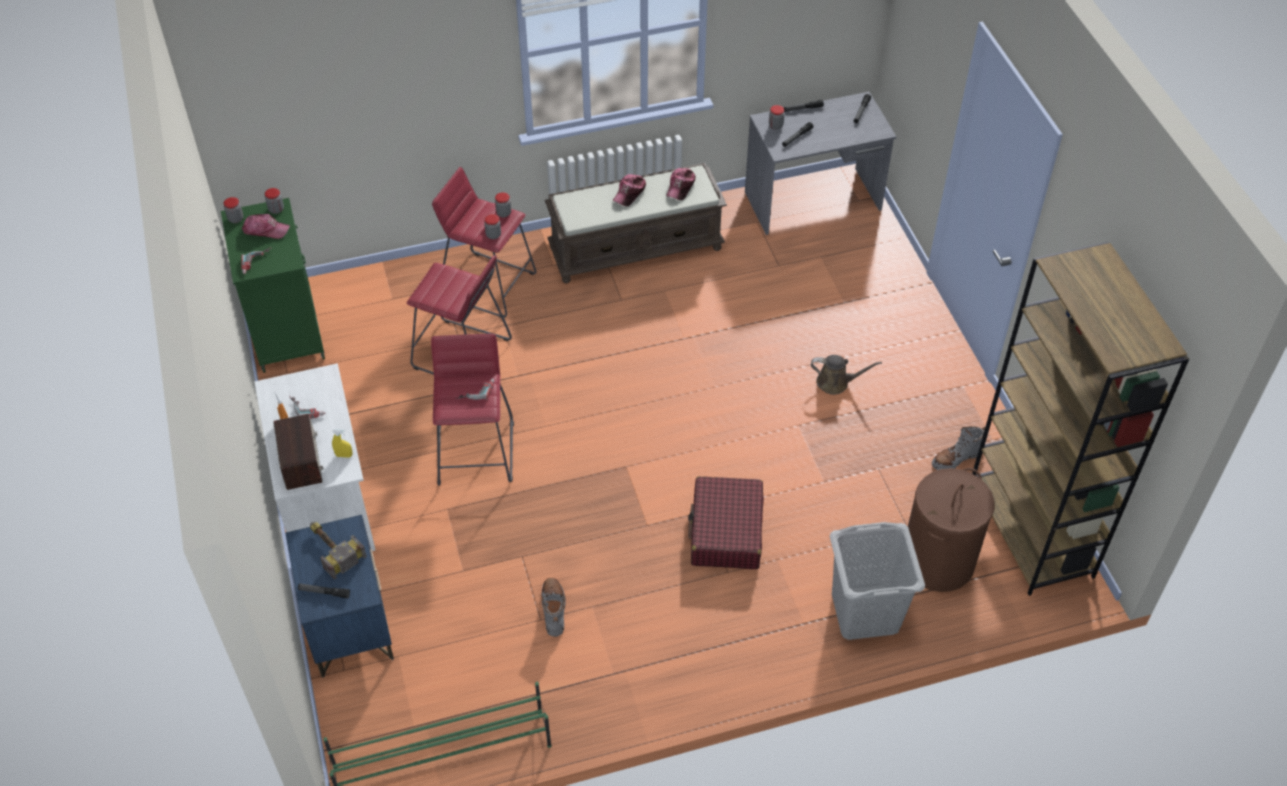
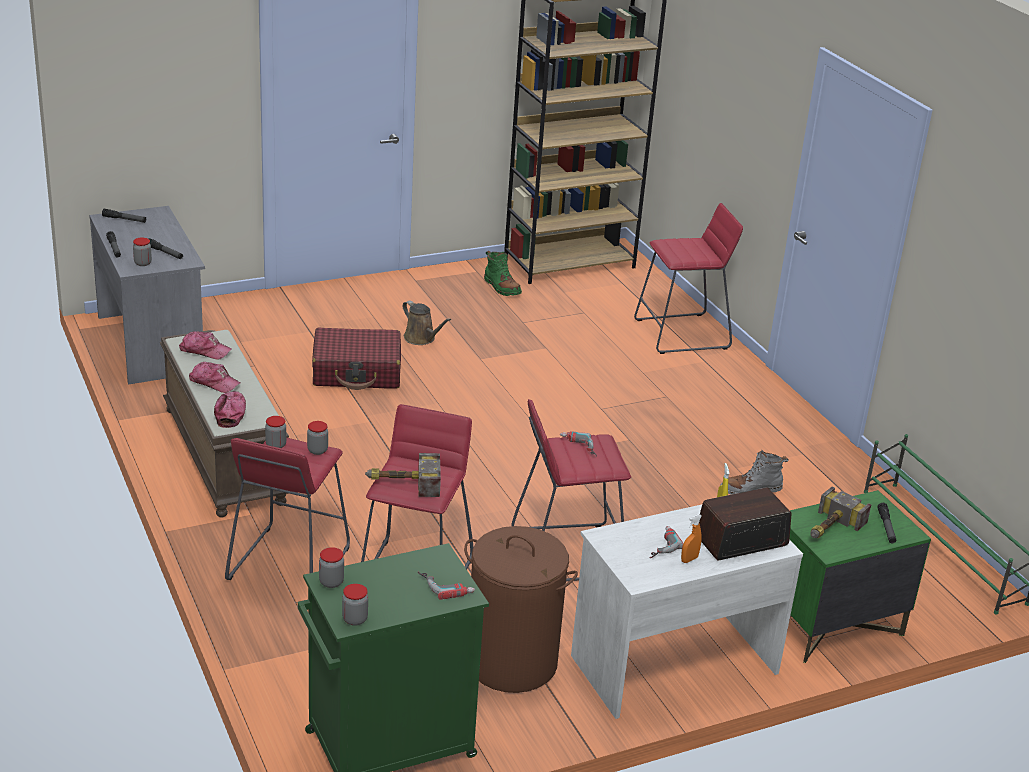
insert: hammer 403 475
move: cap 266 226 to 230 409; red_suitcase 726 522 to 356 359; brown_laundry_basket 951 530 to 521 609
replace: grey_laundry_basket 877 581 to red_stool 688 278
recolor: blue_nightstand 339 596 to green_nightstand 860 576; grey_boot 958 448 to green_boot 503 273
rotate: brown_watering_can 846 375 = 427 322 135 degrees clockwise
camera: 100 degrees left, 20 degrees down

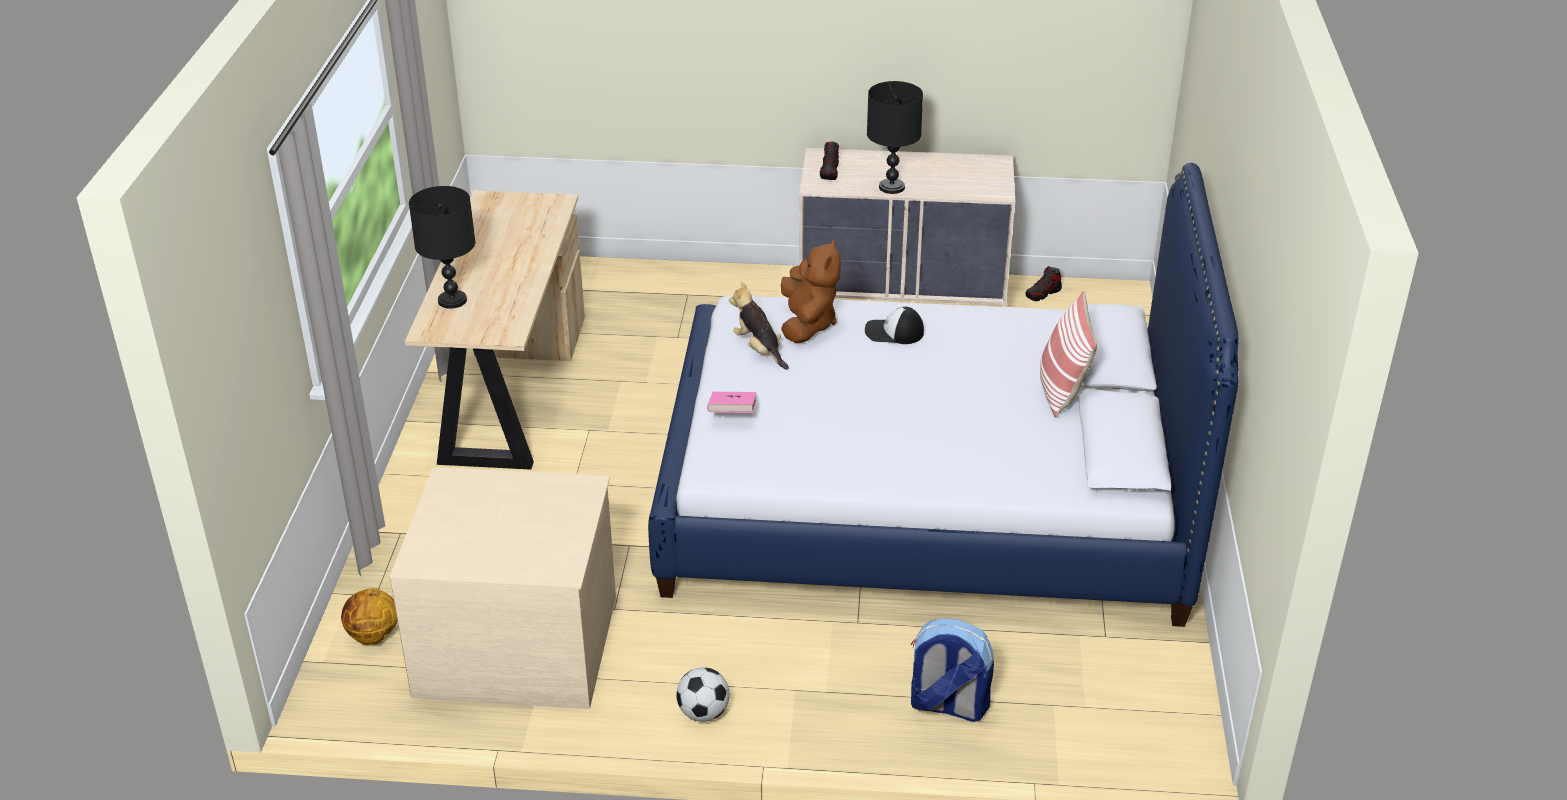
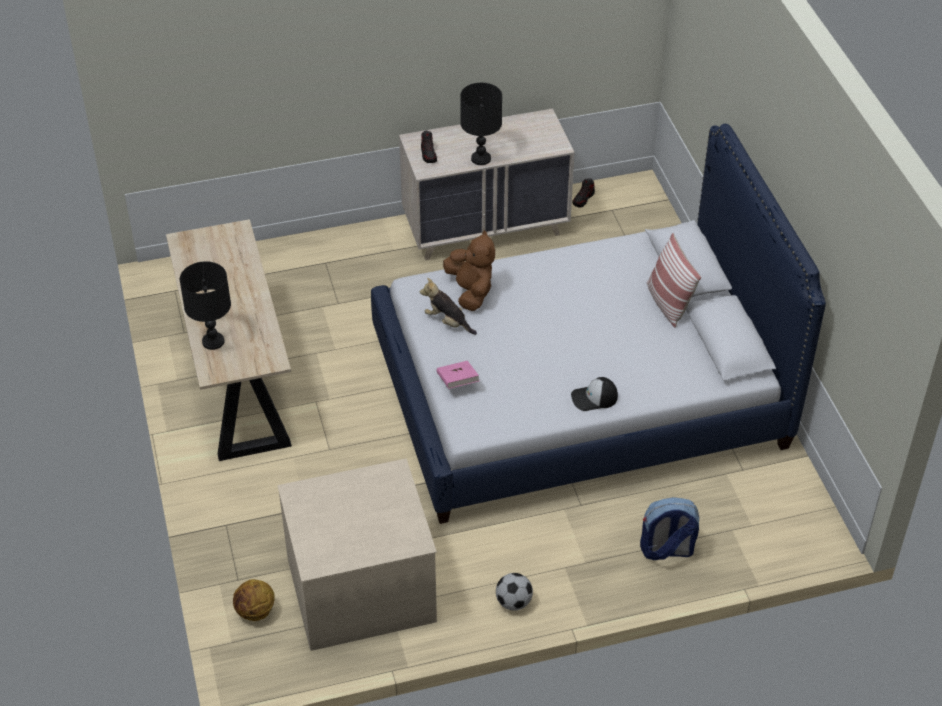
move: cap 894 325 to 594 394
camera: 20 degrees left, 10 degrees up

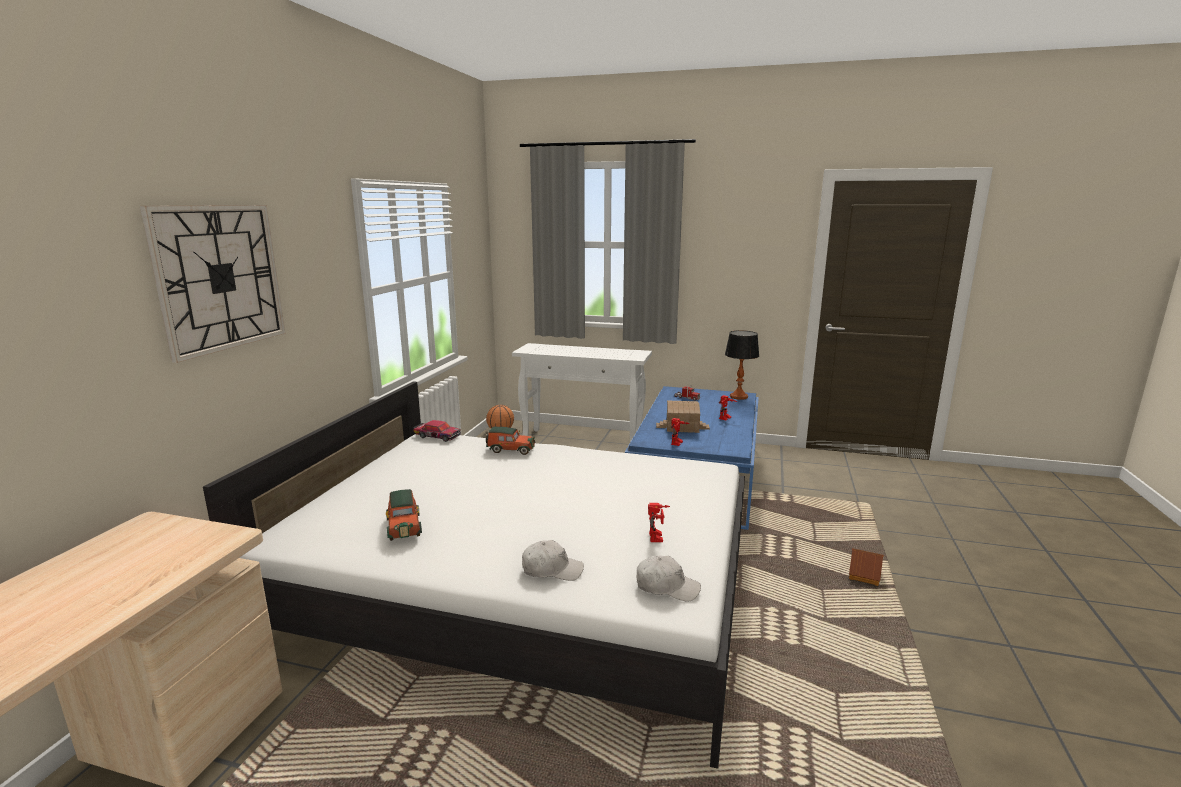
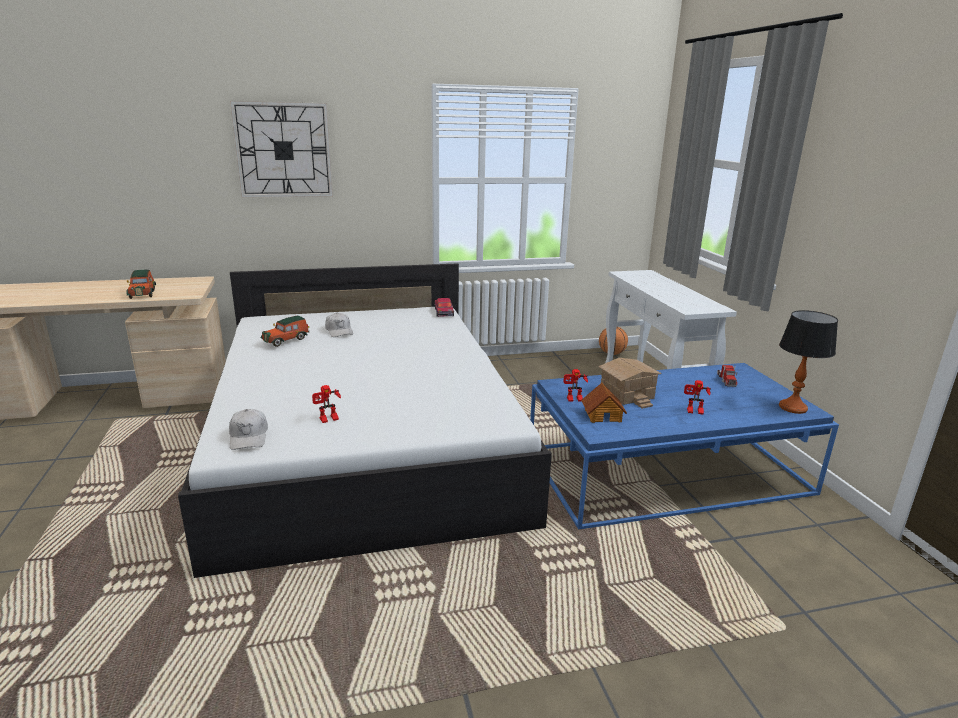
move: toy_car 510 440 to 141 284; white_cap 553 560 to 339 324; toy_house 866 567 to 604 402
camera: 60 degrees right, 5 degrees up

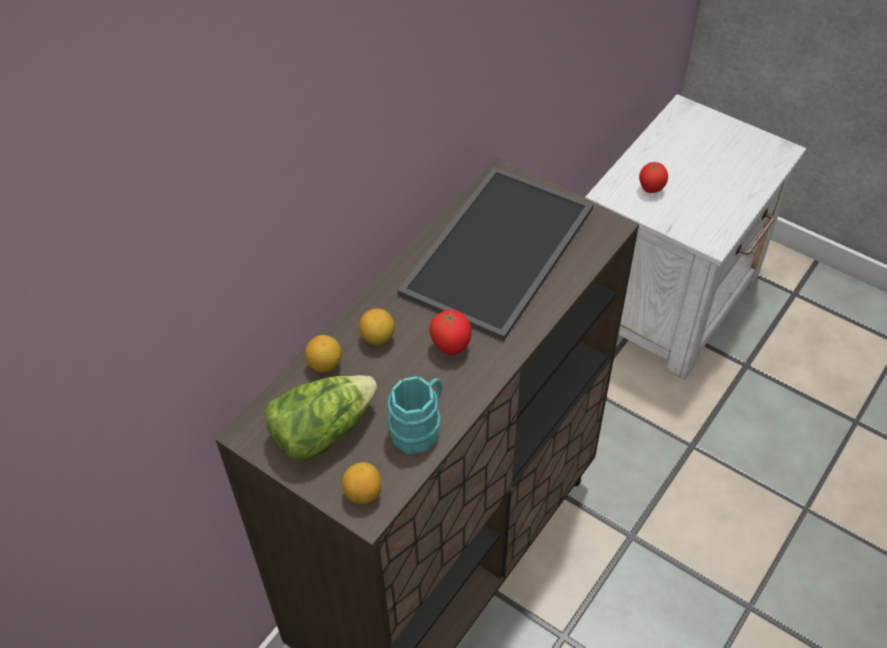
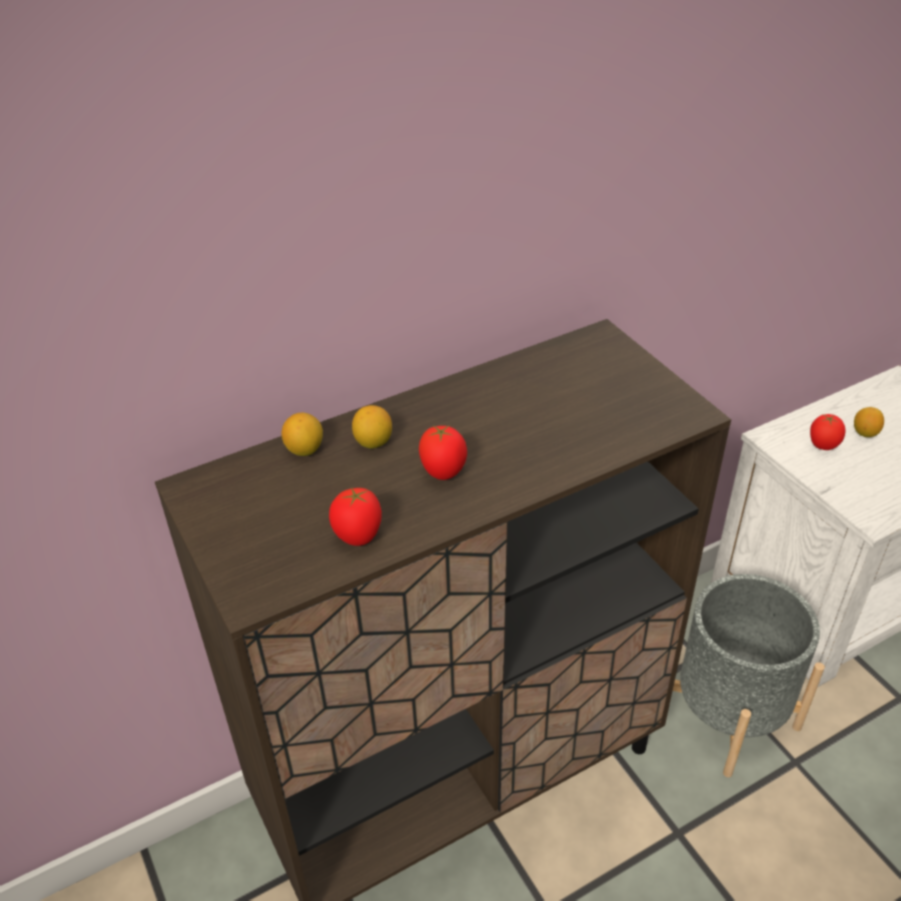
delete: lettuce 321 418; tray 495 254
insert: grey_planter 749 675
move: lemon 362 483 to 869 422
replace: turquoise_mug 414 415 to tomato 355 517
camera: 25 degrees right, 10 degrees down

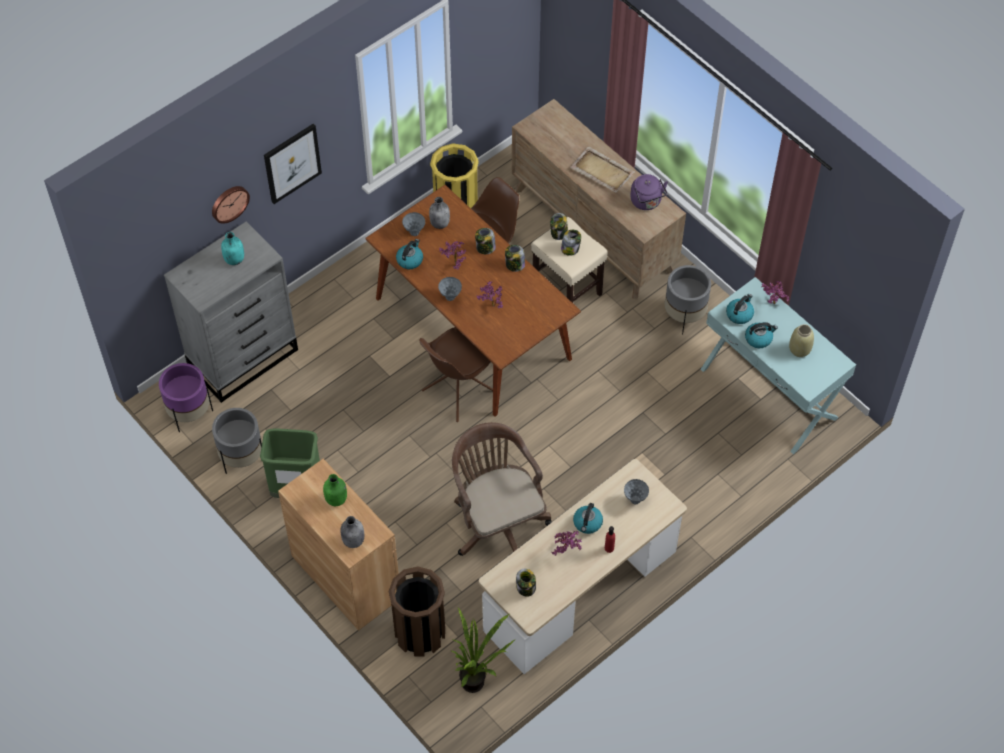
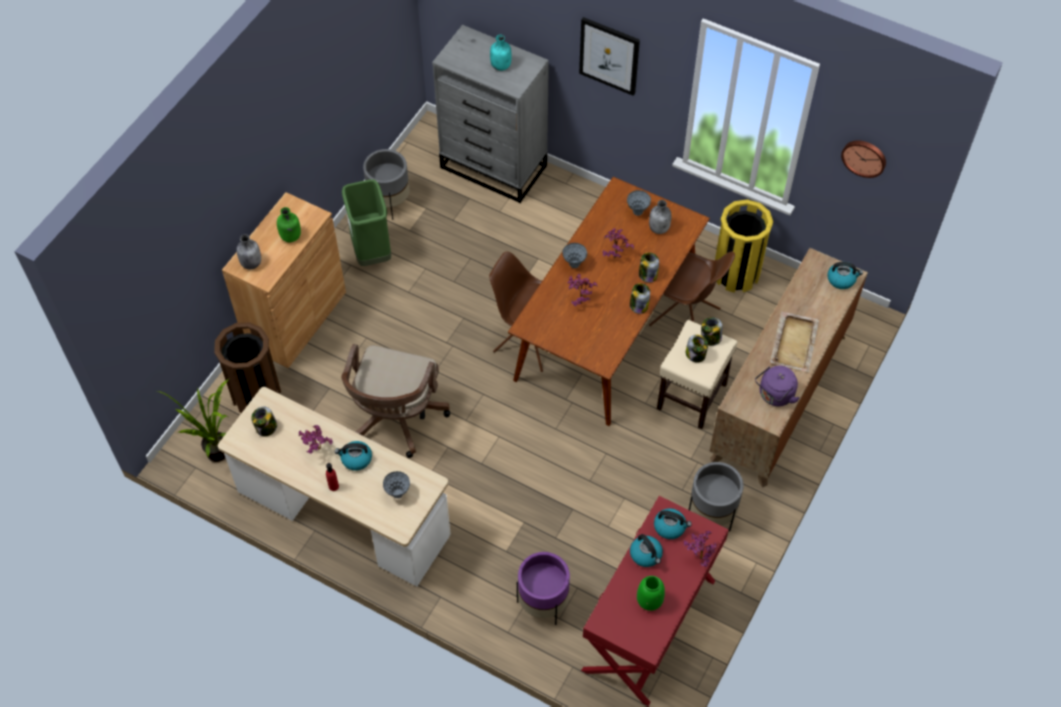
move: purple_planter 186 397 to 543 588; wall_clock 231 205 to 863 159; kettle 409 254 to 845 275
recolor: turquoise_console_table 778 365 to red_console_table 655 601; beige_vase 801 340 to green_vase 651 593
rotate: brown_office_chair 502 489 = 395 401 150 degrees clockwise
camera: 70 degrees right, 0 degrees up

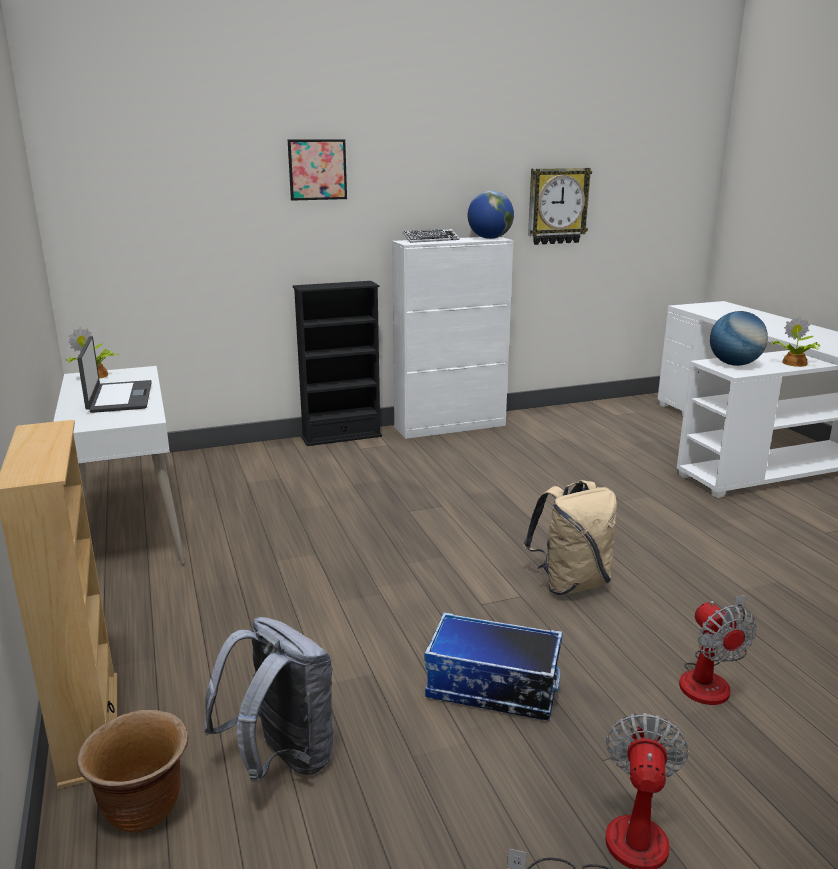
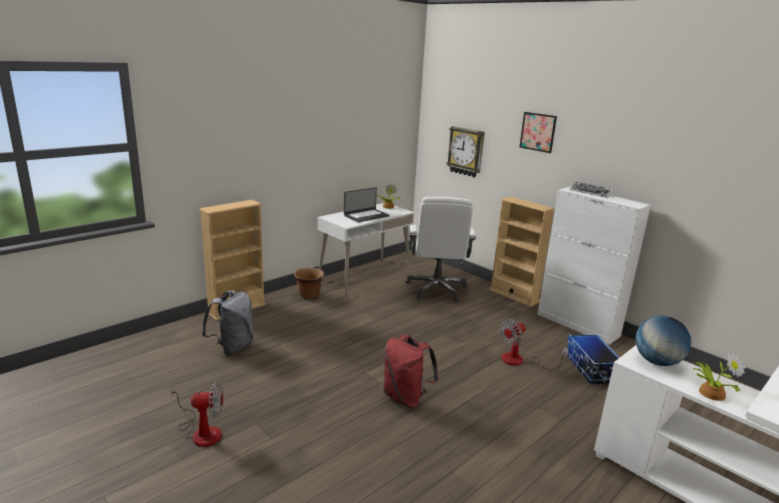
delete: globe 491 215
insert: white_office_chair 441 249
move: brown_planter 132 771 to 309 283; storage_box 493 666 to 593 359; wall_clock 560 206 to 465 151; fan 717 650 to 534 344
recolor: black_bookcase 337 363 to beige_bookcase 522 252; beige_backpack 570 537 to red_backpack 411 371
camera: 65 degrees right, 0 degrees up

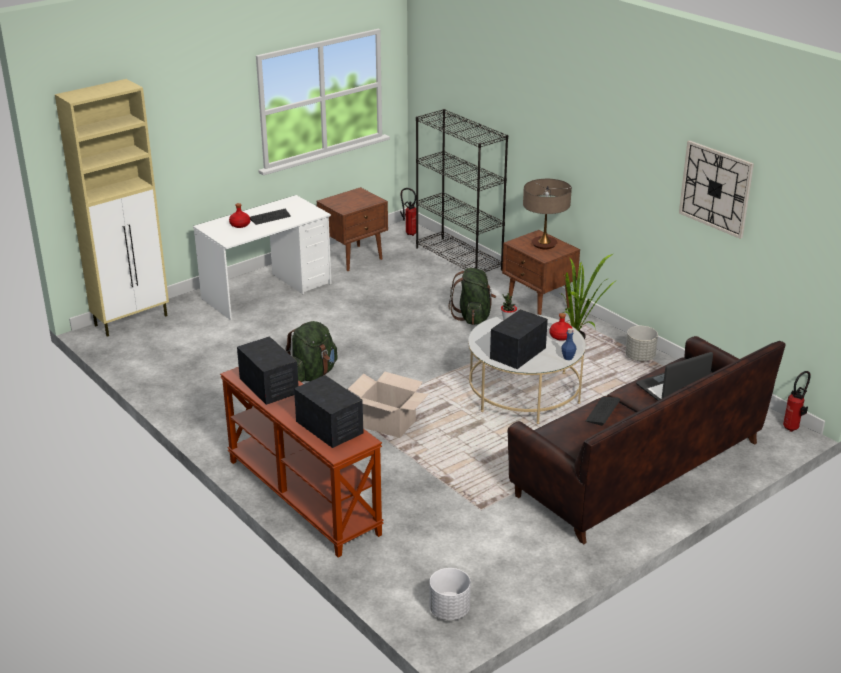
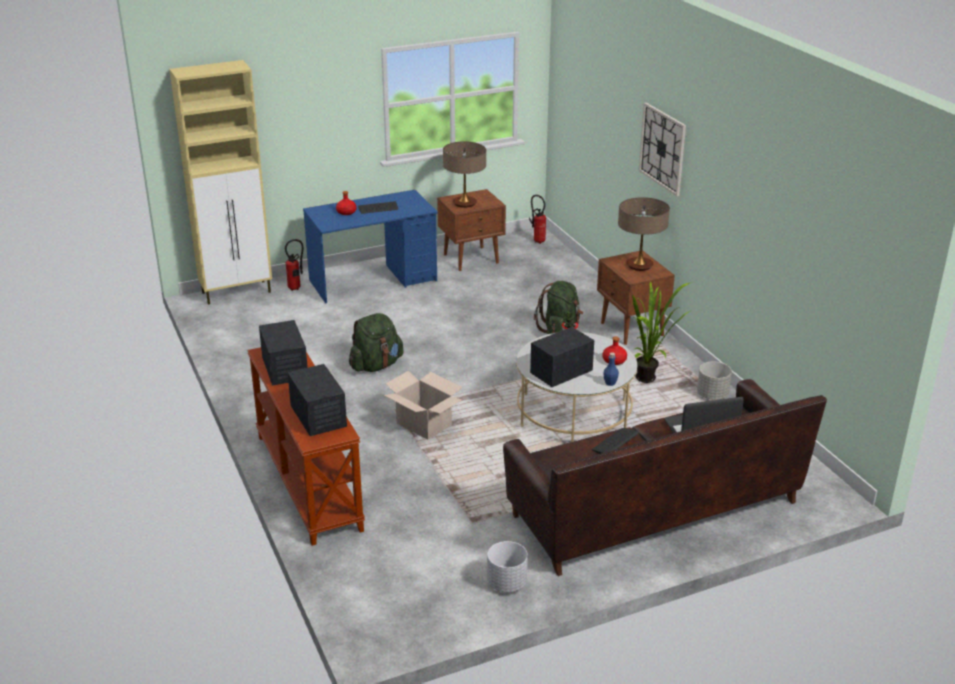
delete: black_bookcase 462 190
insert: table_lamp 464 174
move: white_planter 450 594 to 507 566; wall_clock 716 189 to 662 149; fire_extinguisher 797 401 to 294 265
recolor: white_desk 262 257 to blue_desk 370 247
camera: 15 degrees right, 0 degrees up

